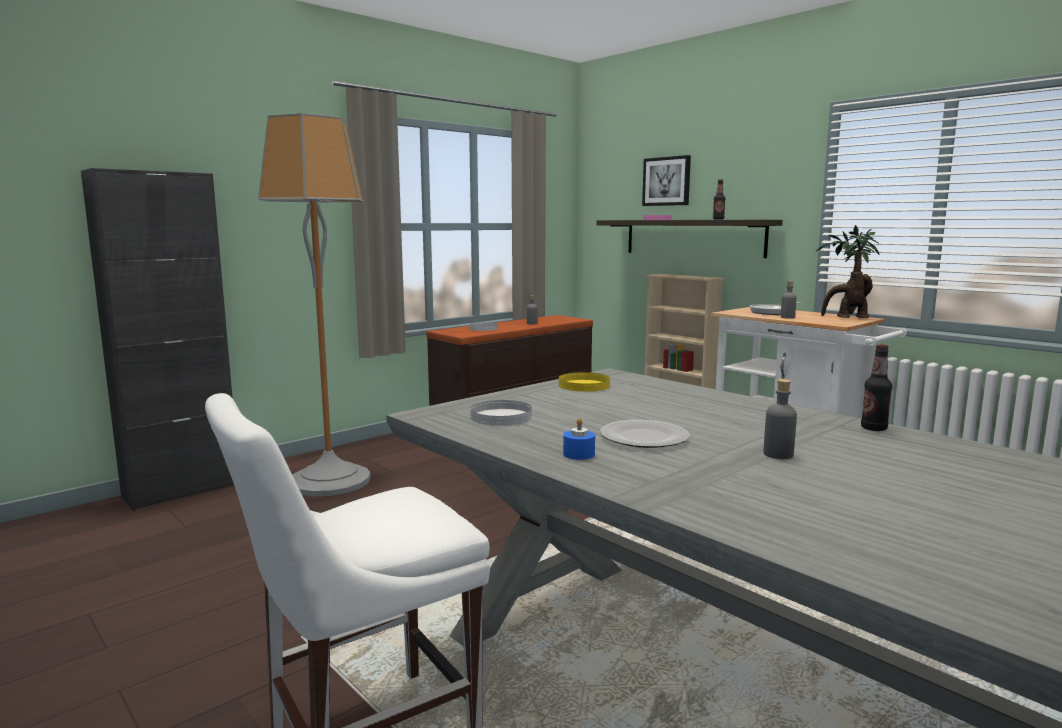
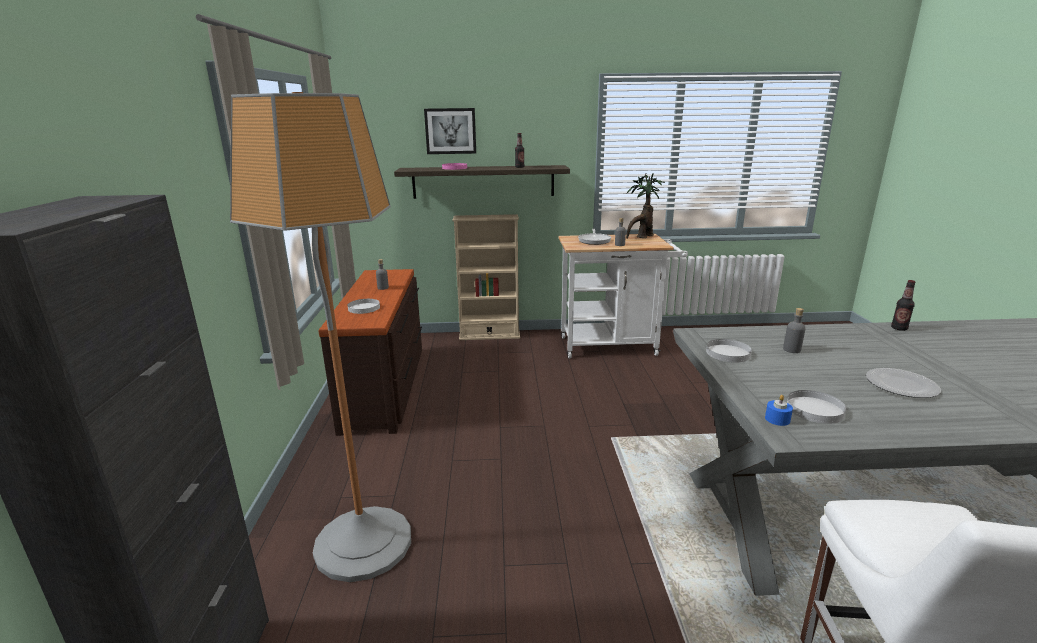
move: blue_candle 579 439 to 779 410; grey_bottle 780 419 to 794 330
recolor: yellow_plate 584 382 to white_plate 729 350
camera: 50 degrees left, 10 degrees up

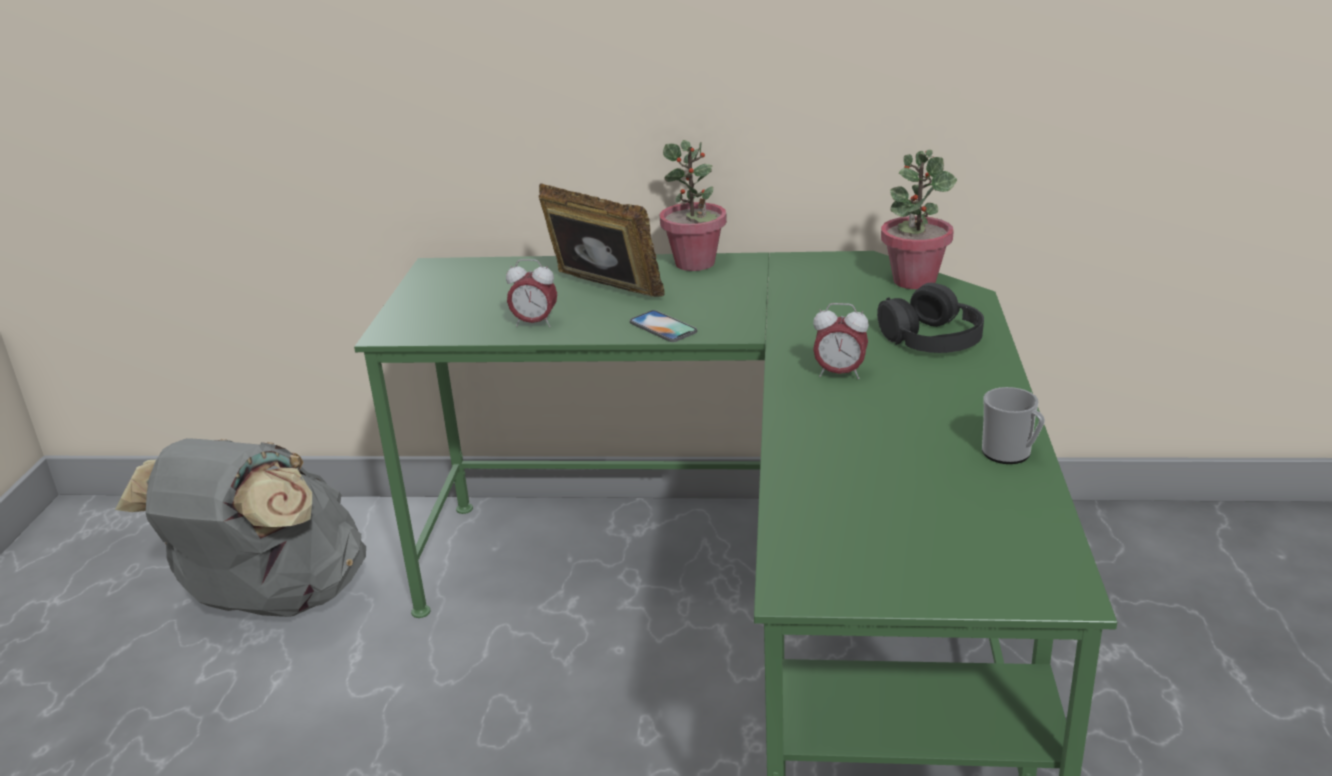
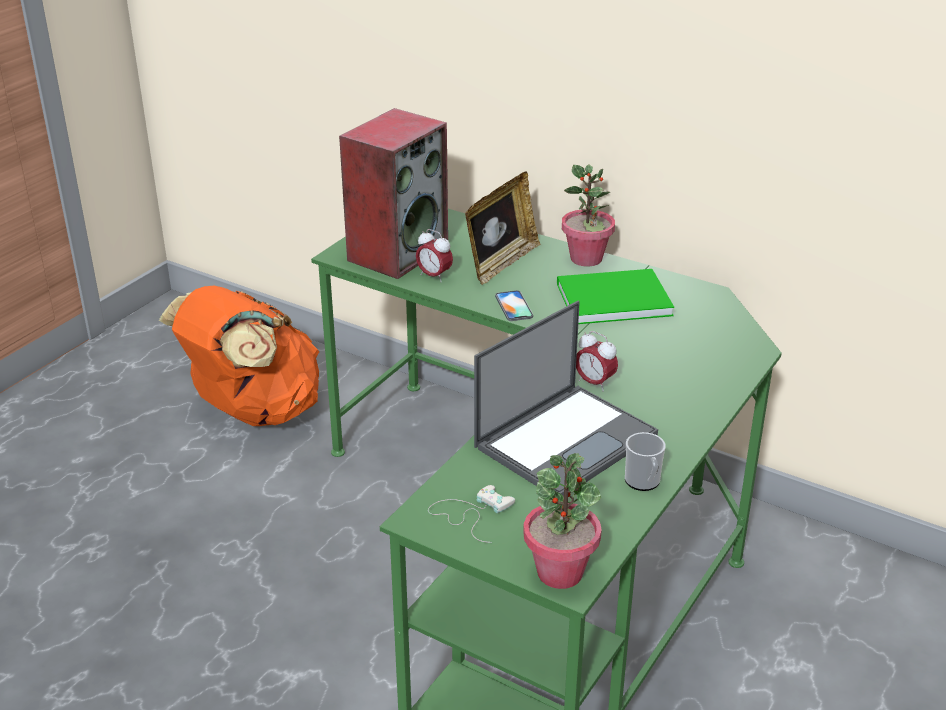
delete: black_headphones 930 318
insert: speaker 393 193; white_game_controller 471 514; laptop 566 399; green_book 615 296
move: potted_plant 919 219 to 562 521
recolor: grey_backpack 240 527 to orange_backpack 239 356
rotate: picture_frame 602 240 = 502 228 60 degrees clockwise
camera: 25 degrees right, 5 degrees up

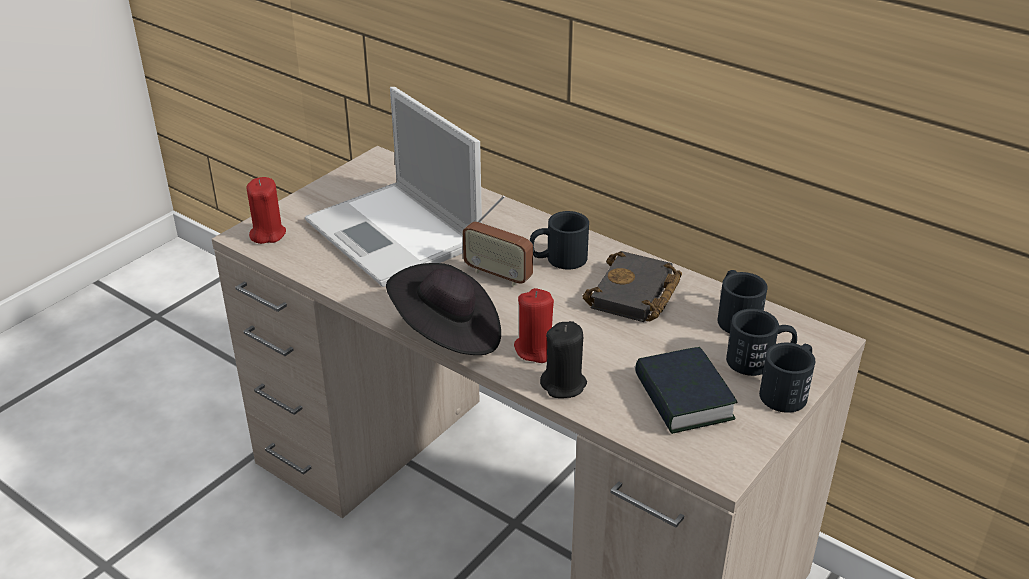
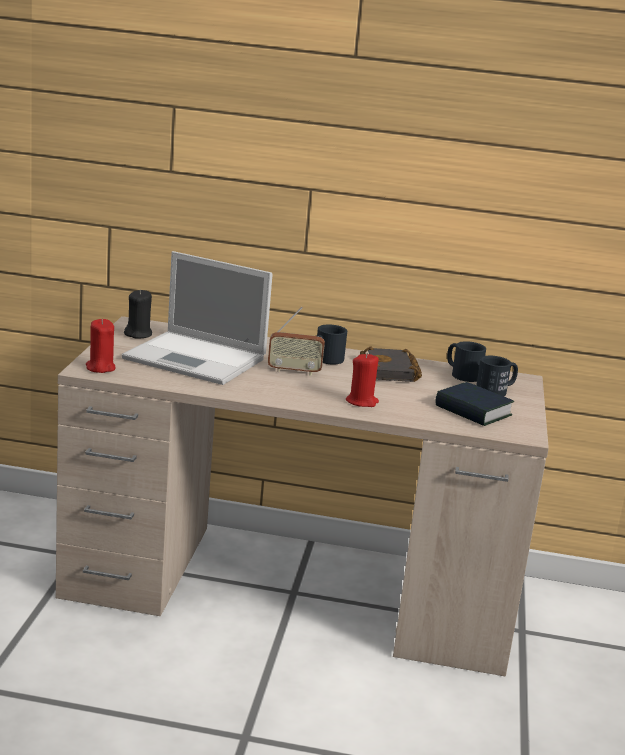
delete: black_hat 443 309; black_mug 787 378
move: black_candle 563 359 to 138 314
camera: 30 degrees left, 15 degrees down

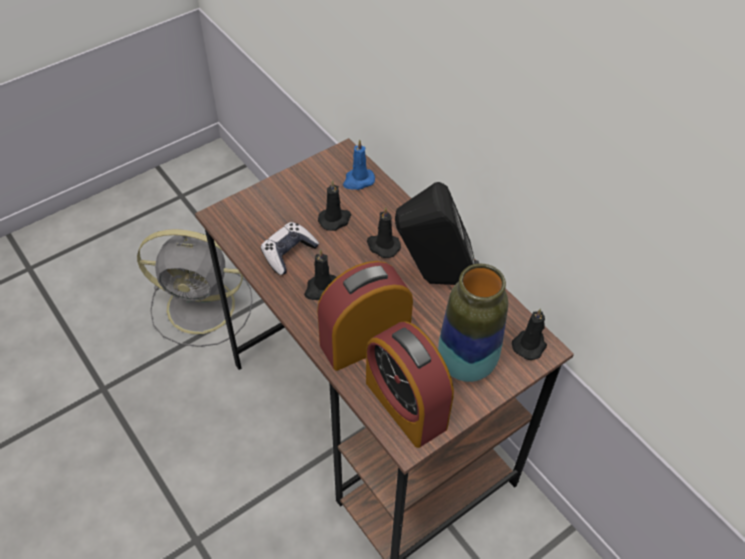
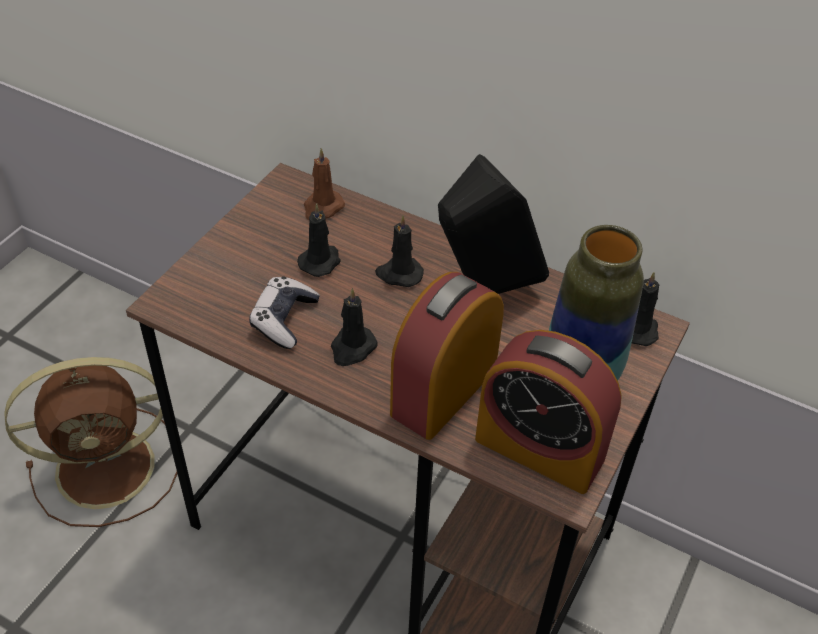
recolor: grey_fan 195 288 to brown_fan 90 442; blue_candle 359 164 to brown_candle 324 184
camera: 25 degrees left, 5 degrees down

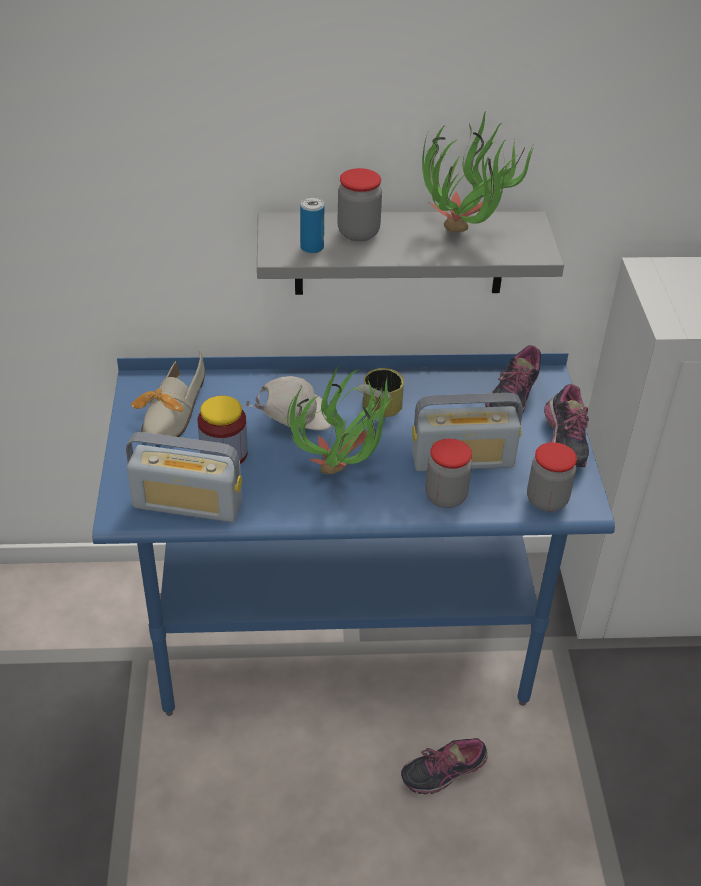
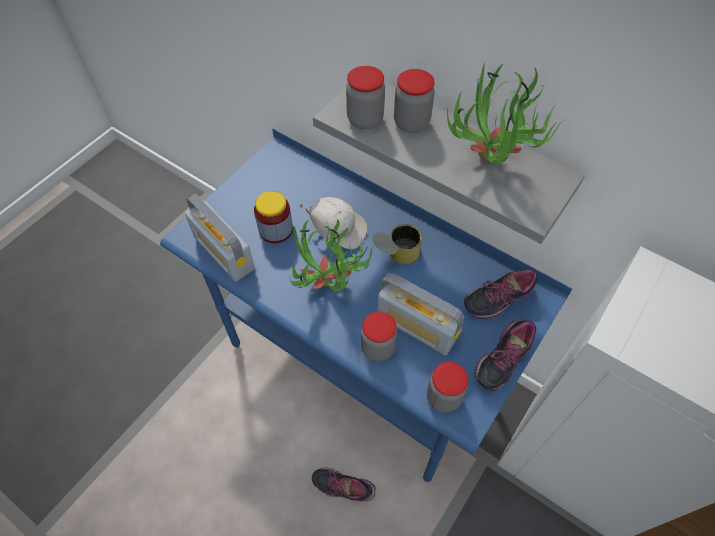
delete: shoe 168 394
replace: can 312 225 to jar 365 97
camera: 40 degrees right, 15 degrees up

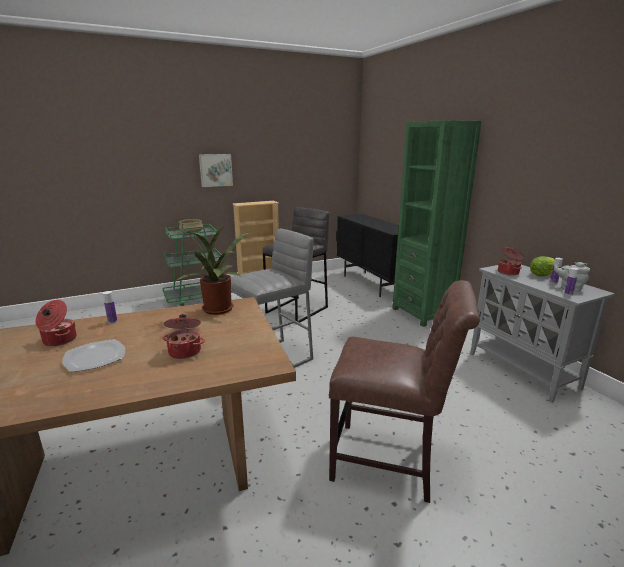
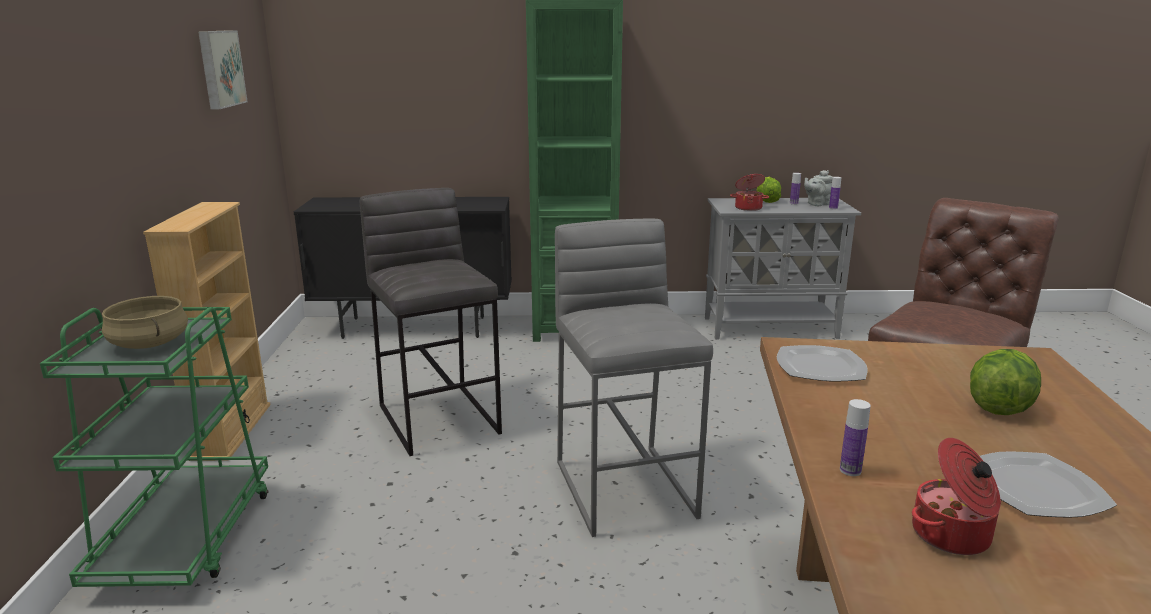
move: picture 216 170 to 223 69
replace: cooking_pot 184 336 to lettuce 1005 382; potted_plant 213 270 to plate 822 363
camera: 65 degrees left, 0 degrees up

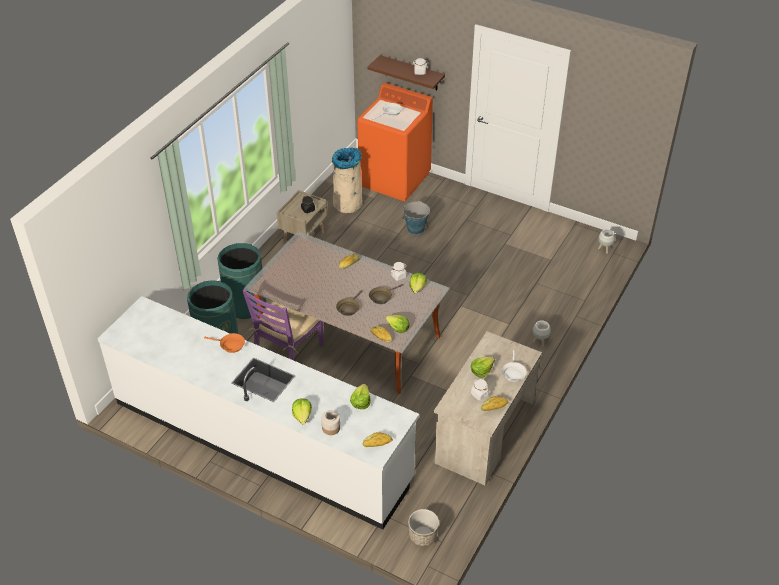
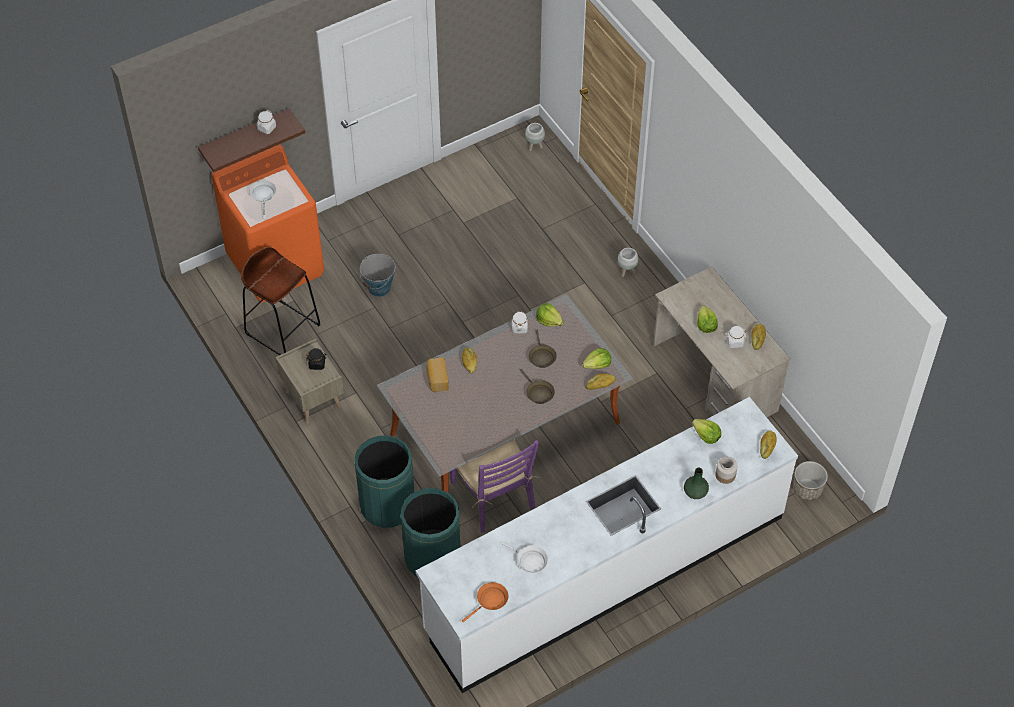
insert: bread 437 374
move: orange_frying_pan 224 343 to 485 602; white_frying_pan 514 366 to 524 557
replace: lettuce 302 411 to green_vase 696 483; beige_trash_can 347 180 to brown_stool 281 301
camera: 60 degrees left, 10 degrees up

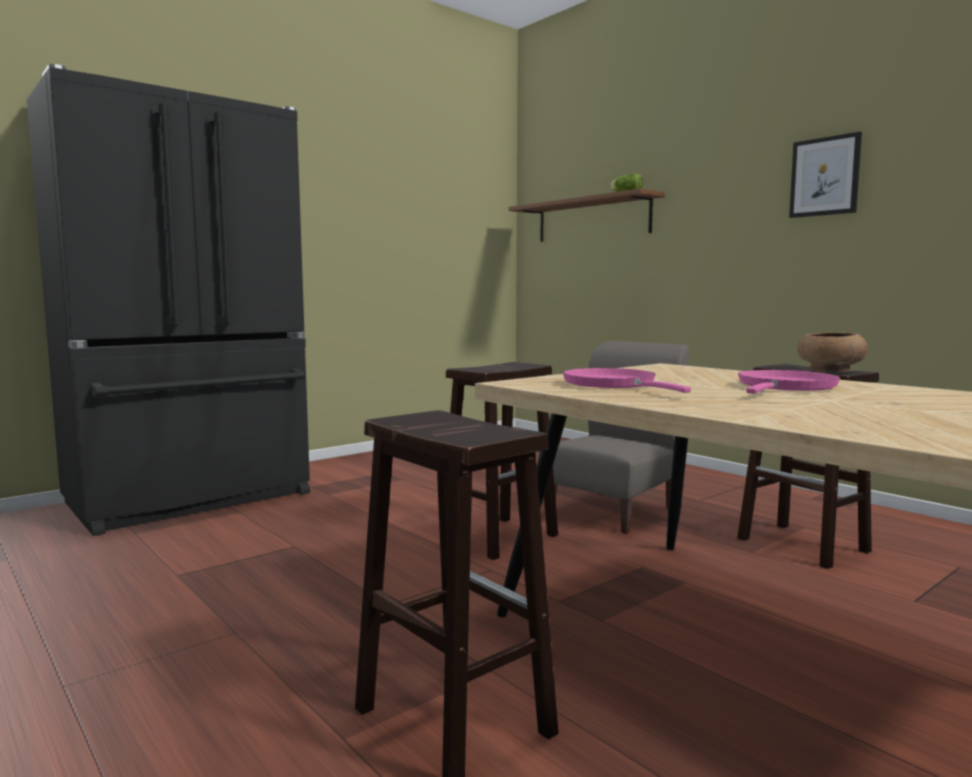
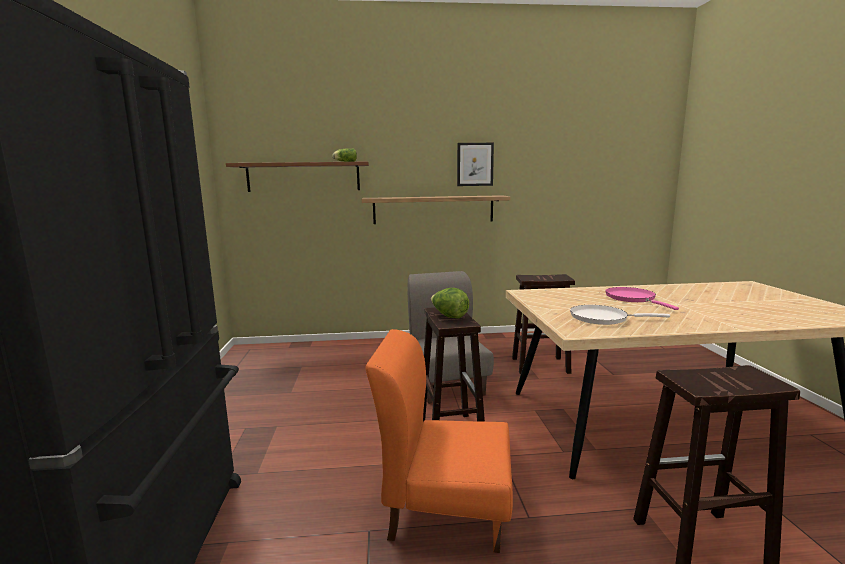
delete: brown_bowl 832 352
insert: shelf 436 209; orange_chair 439 441; lettuce 450 303
recolor: pink_frying_pan 627 380 to white_frying_pan 620 315
camera: 55 degrees left, 5 degrees up

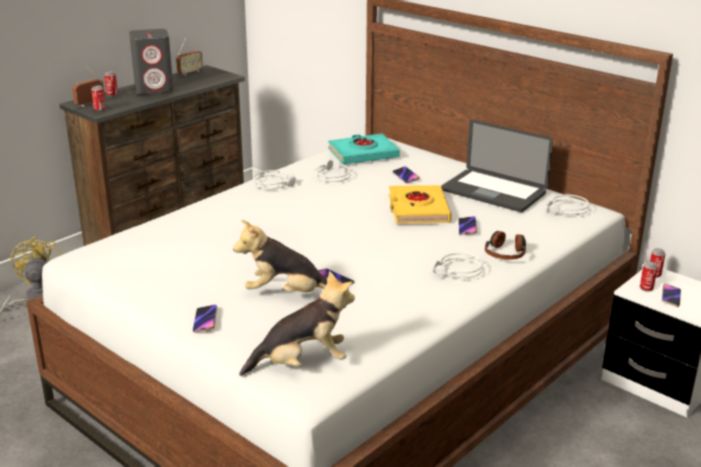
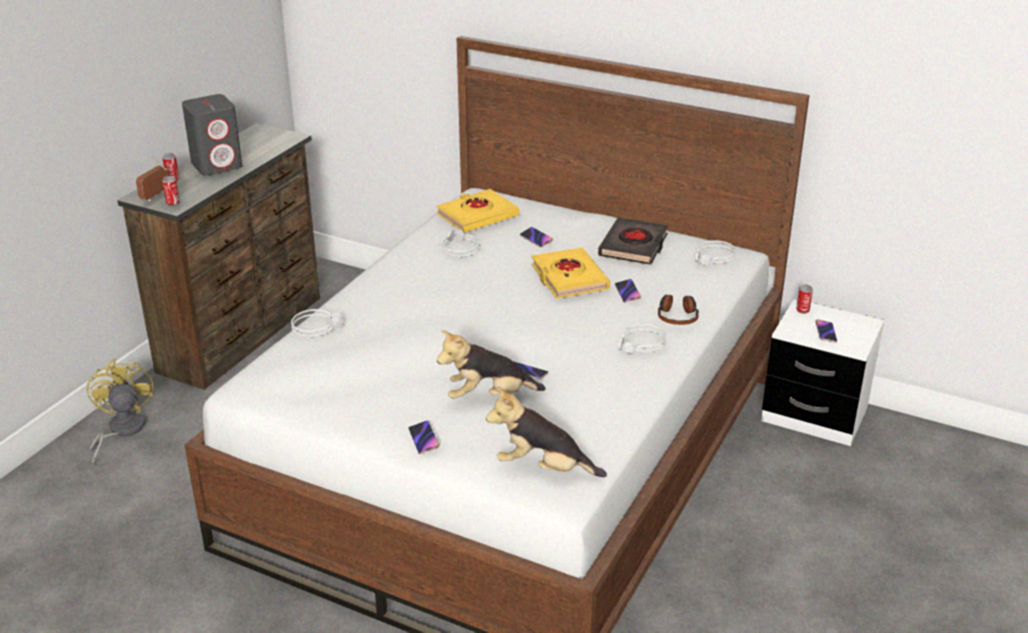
delete: radio 189 57; can 649 276
move: grey_headphones 274 179 to 317 323
replace: laptop 497 166 to black_book 633 241
recolor: turquoise_book 364 148 to yellow_book 477 211
rotate: plush_toy 297 323 = 546 432 135 degrees counterclockwise
camera: 15 degrees left, 5 degrees up

